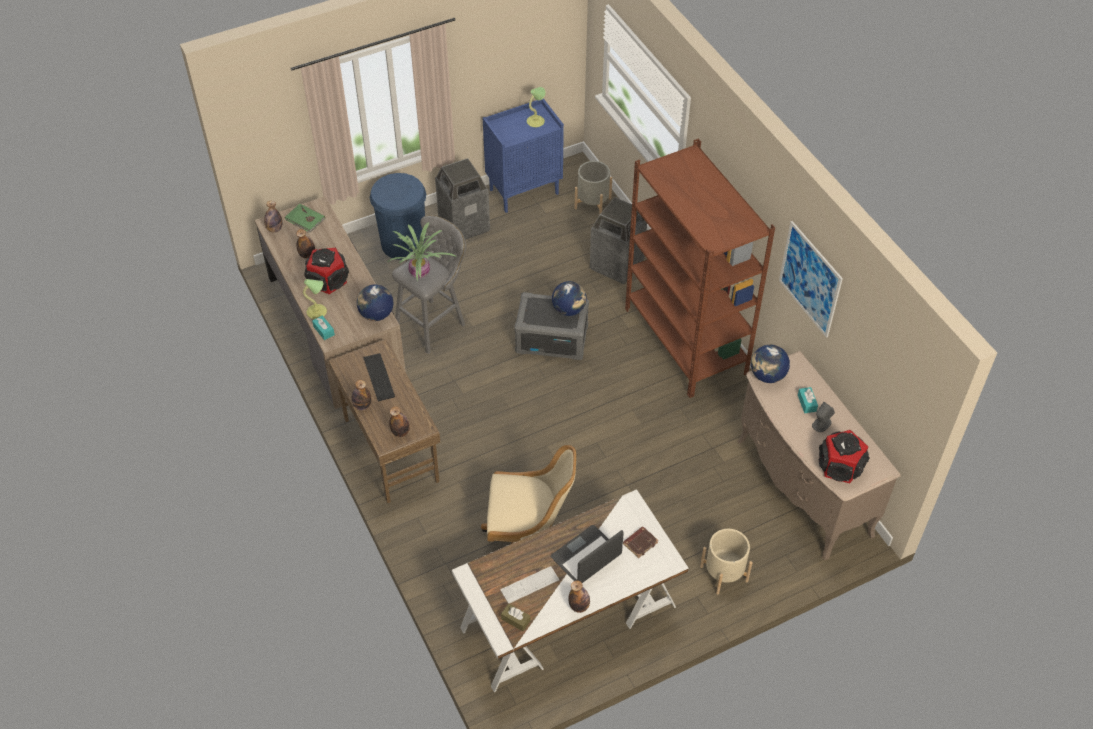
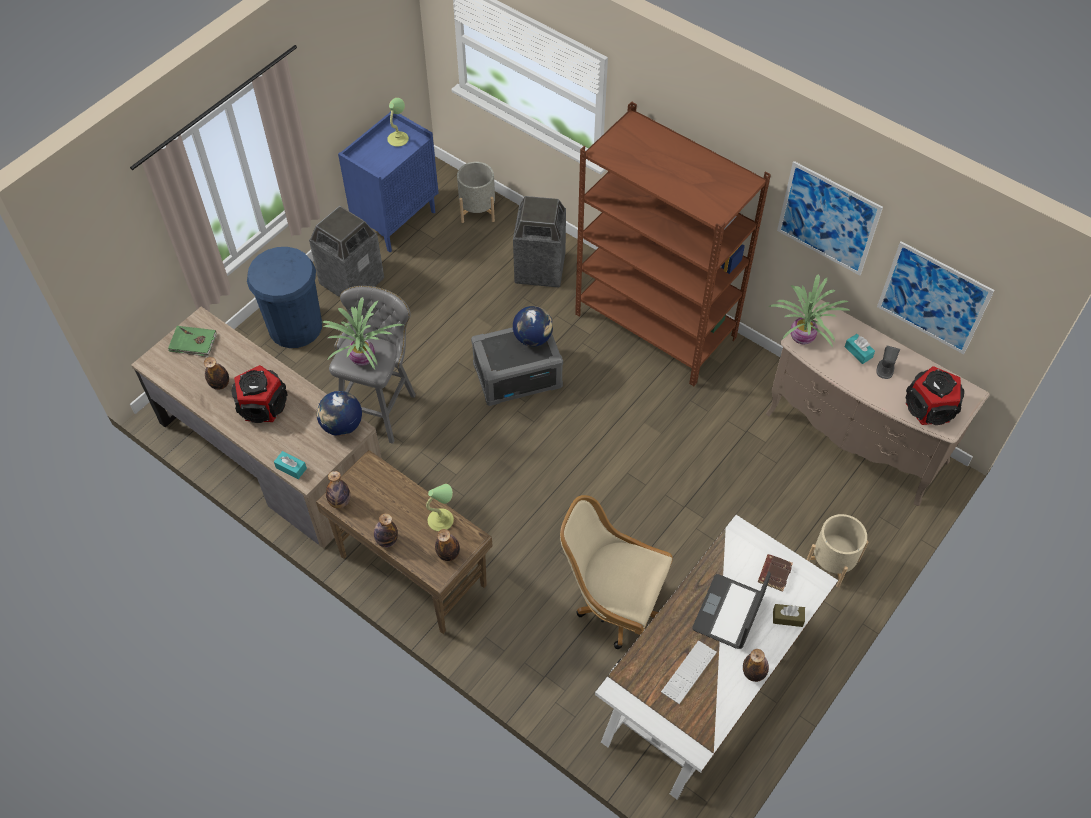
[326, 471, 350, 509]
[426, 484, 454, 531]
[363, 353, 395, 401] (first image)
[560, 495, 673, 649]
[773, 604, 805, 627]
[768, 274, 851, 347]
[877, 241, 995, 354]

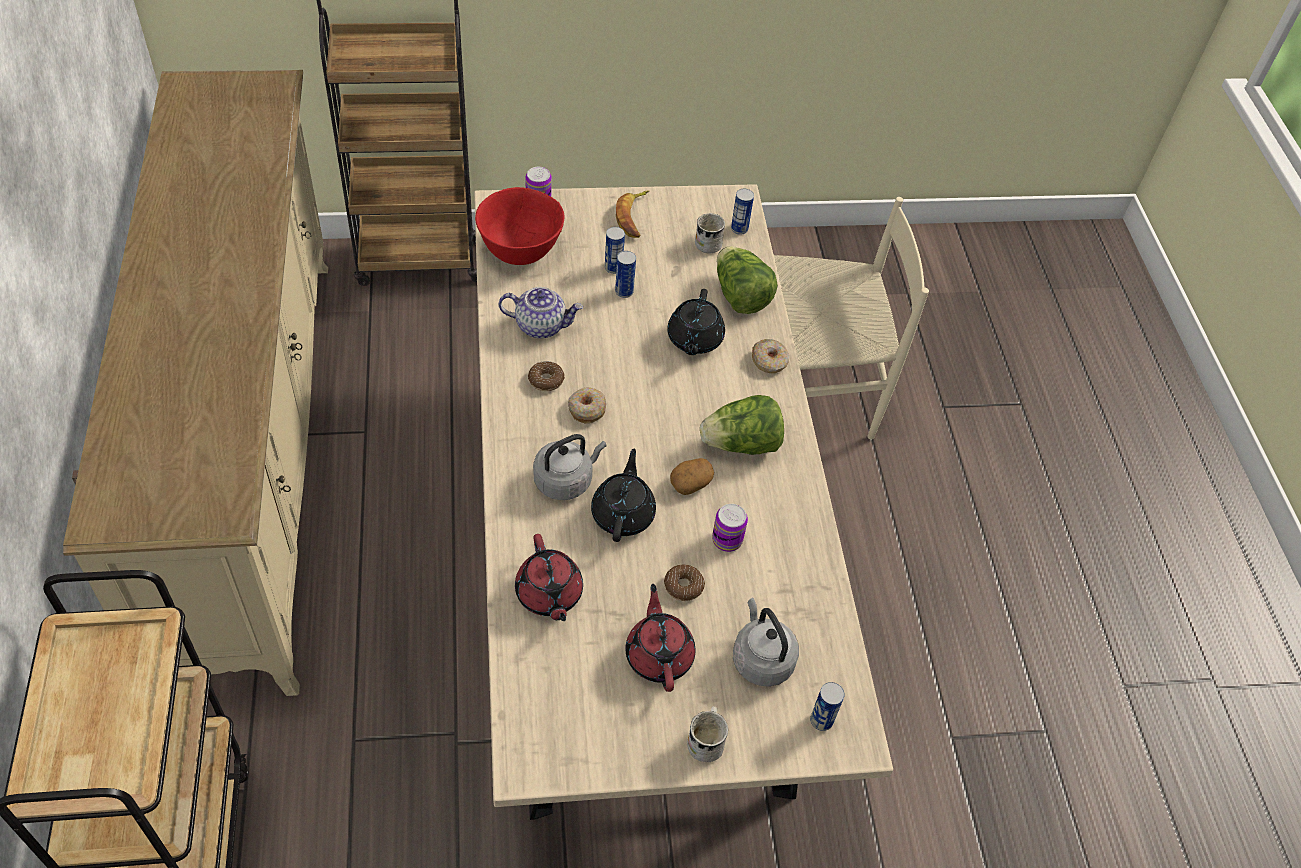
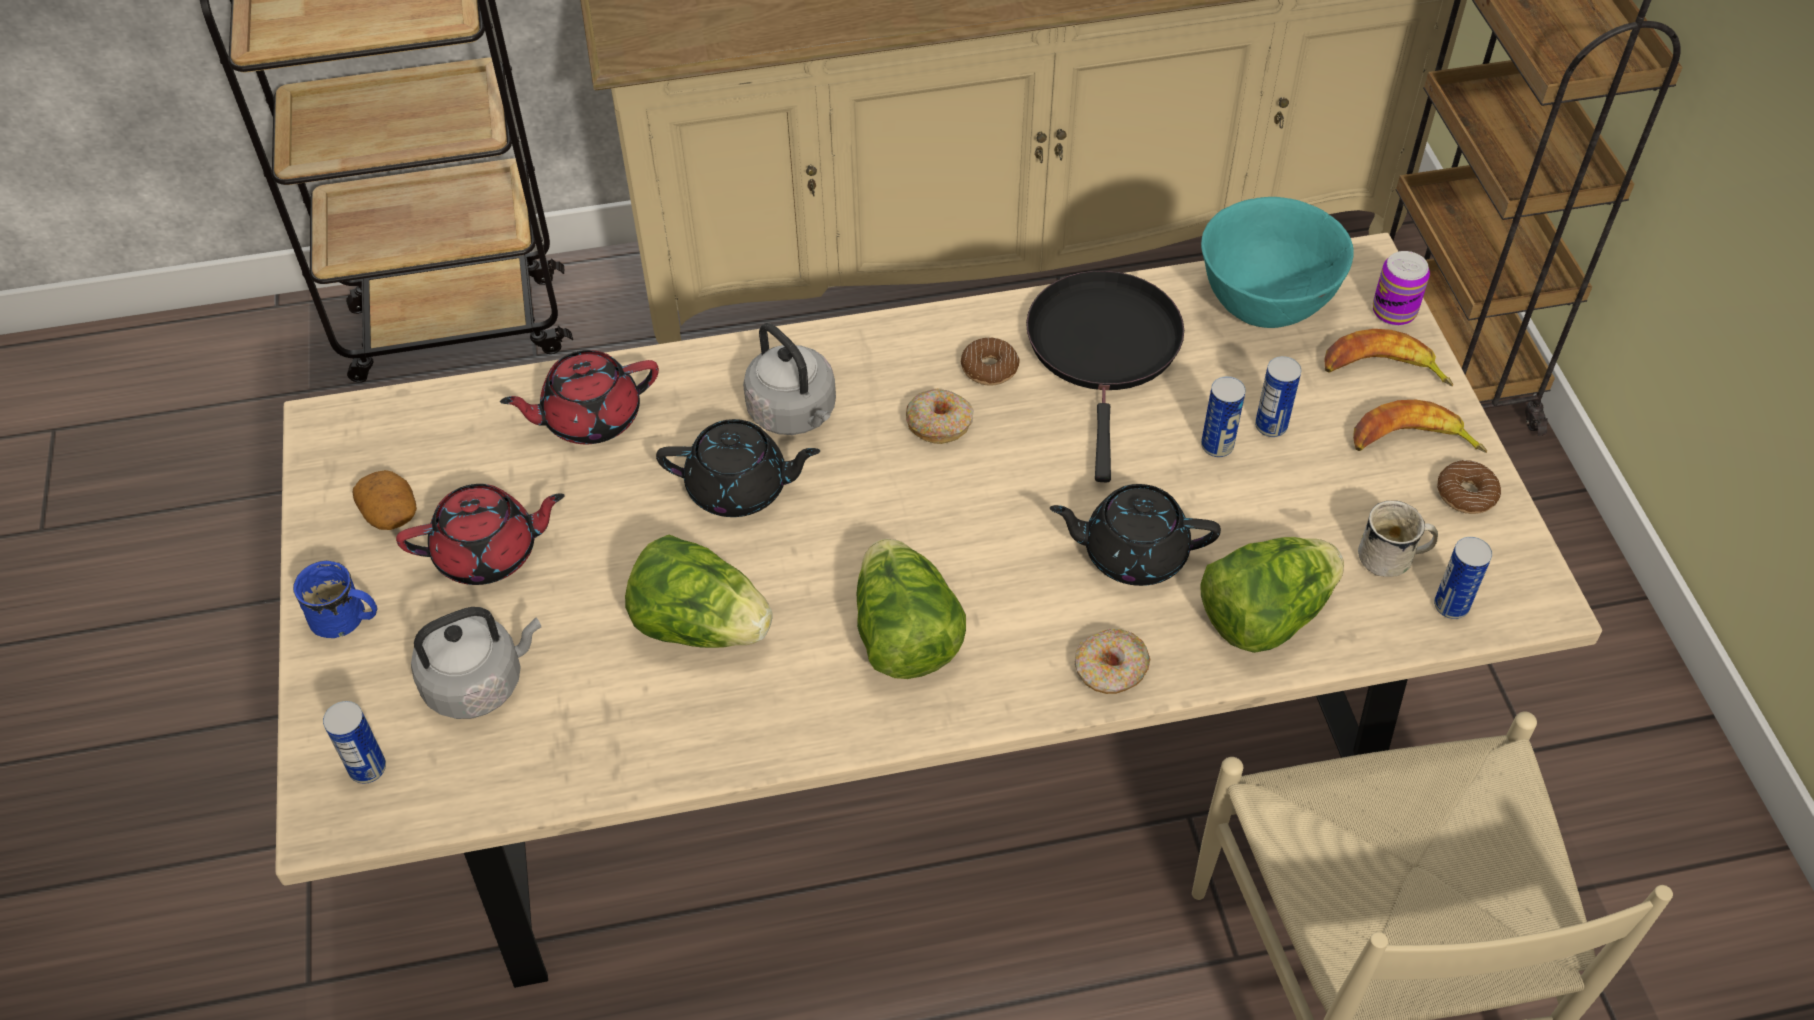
[1201, 197, 1354, 328]
[1026, 271, 1184, 482]
[1437, 460, 1501, 514]
[353, 470, 417, 530]
[293, 561, 377, 638]
[625, 534, 773, 648]
[1324, 329, 1453, 386]

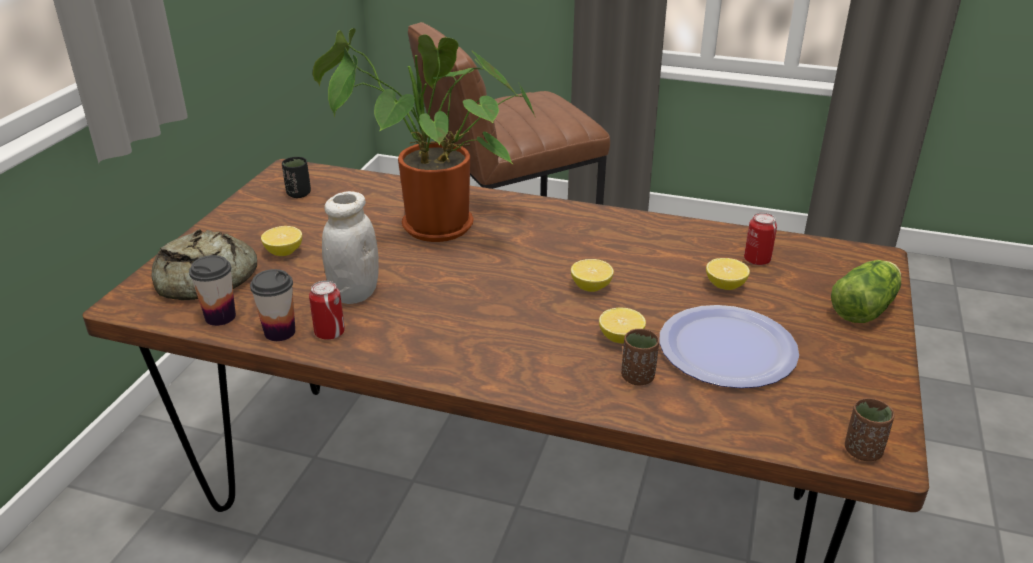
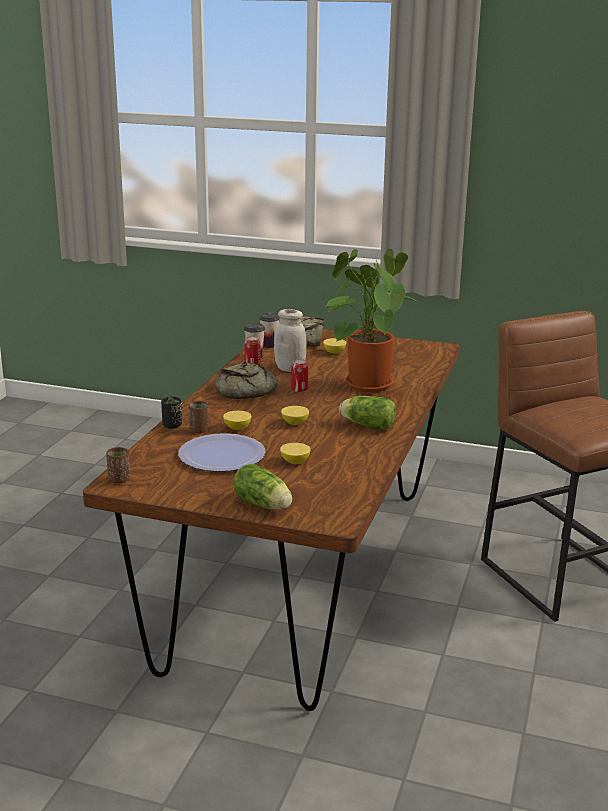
[161, 397, 182, 429]
[291, 359, 308, 393]
[215, 361, 278, 399]
[339, 396, 396, 430]

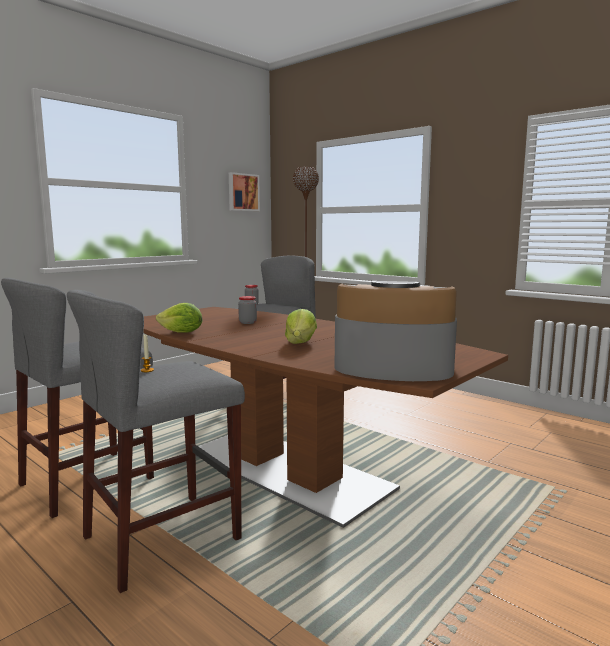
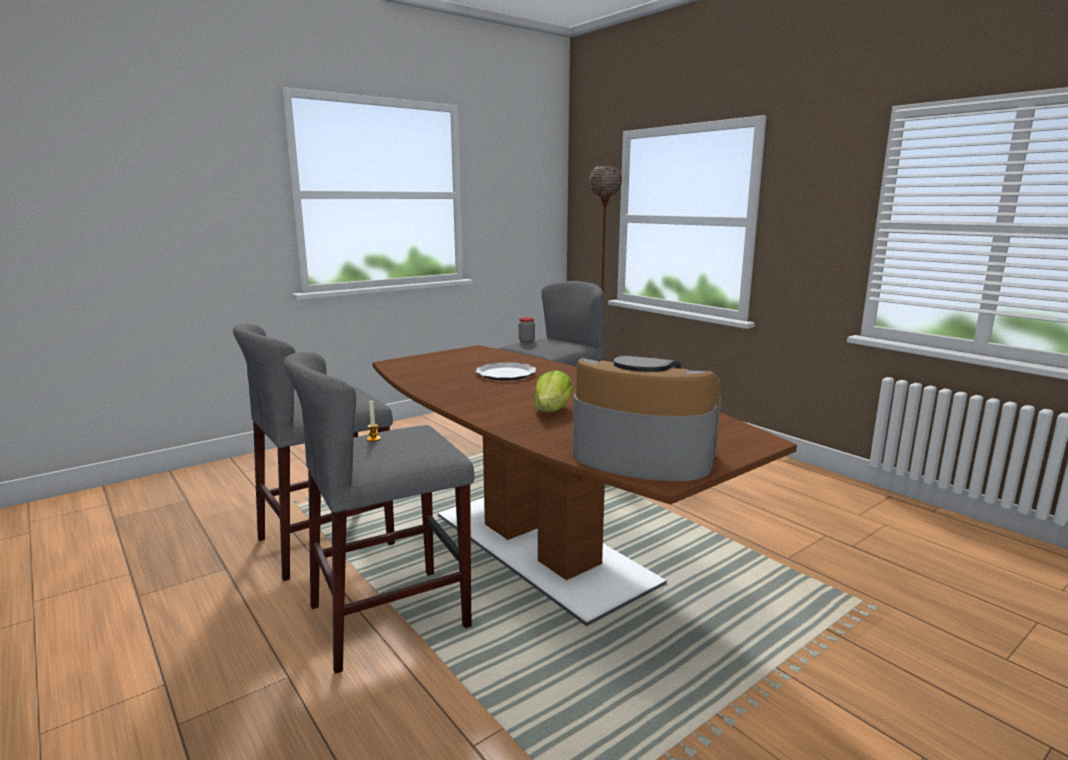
[156, 303, 202, 333] (first image)
[229, 172, 260, 211] (first image)
[476, 362, 536, 381]

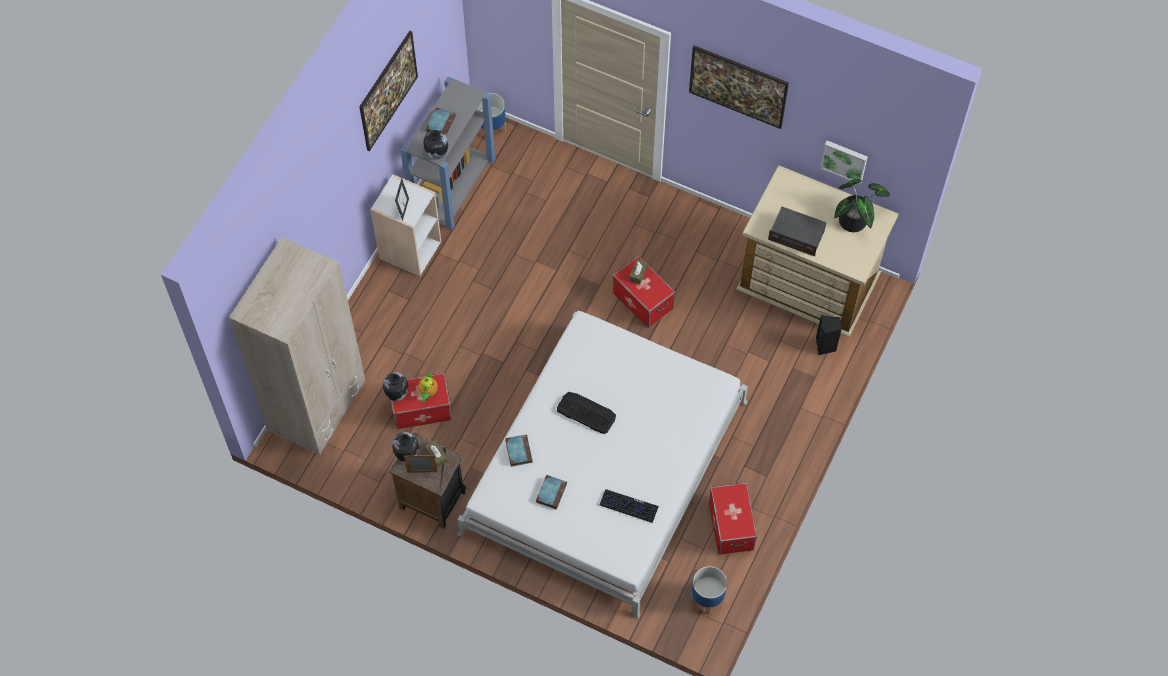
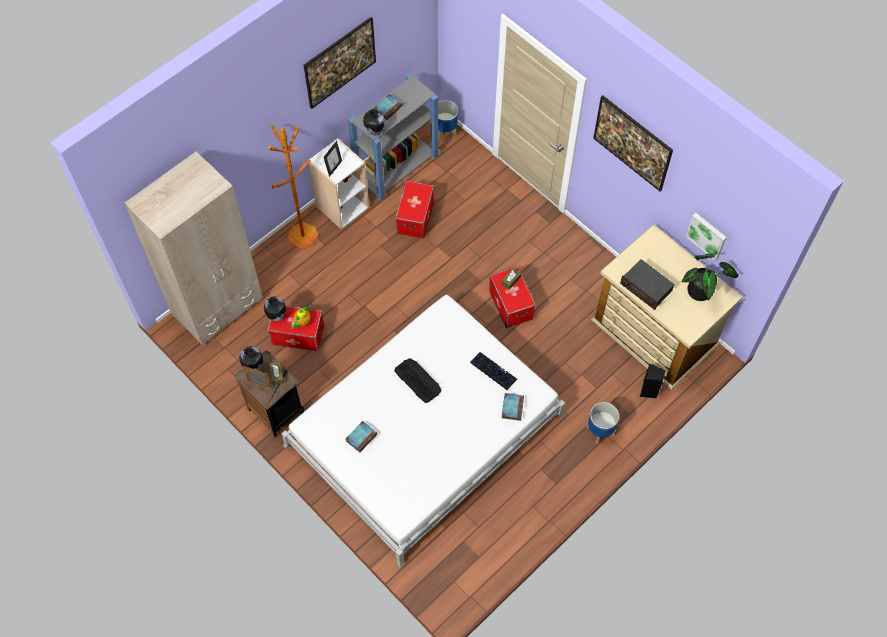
[502, 393, 524, 421]
[470, 352, 517, 391]
[586, 402, 619, 443]
[395, 181, 434, 239]
[268, 125, 318, 249]

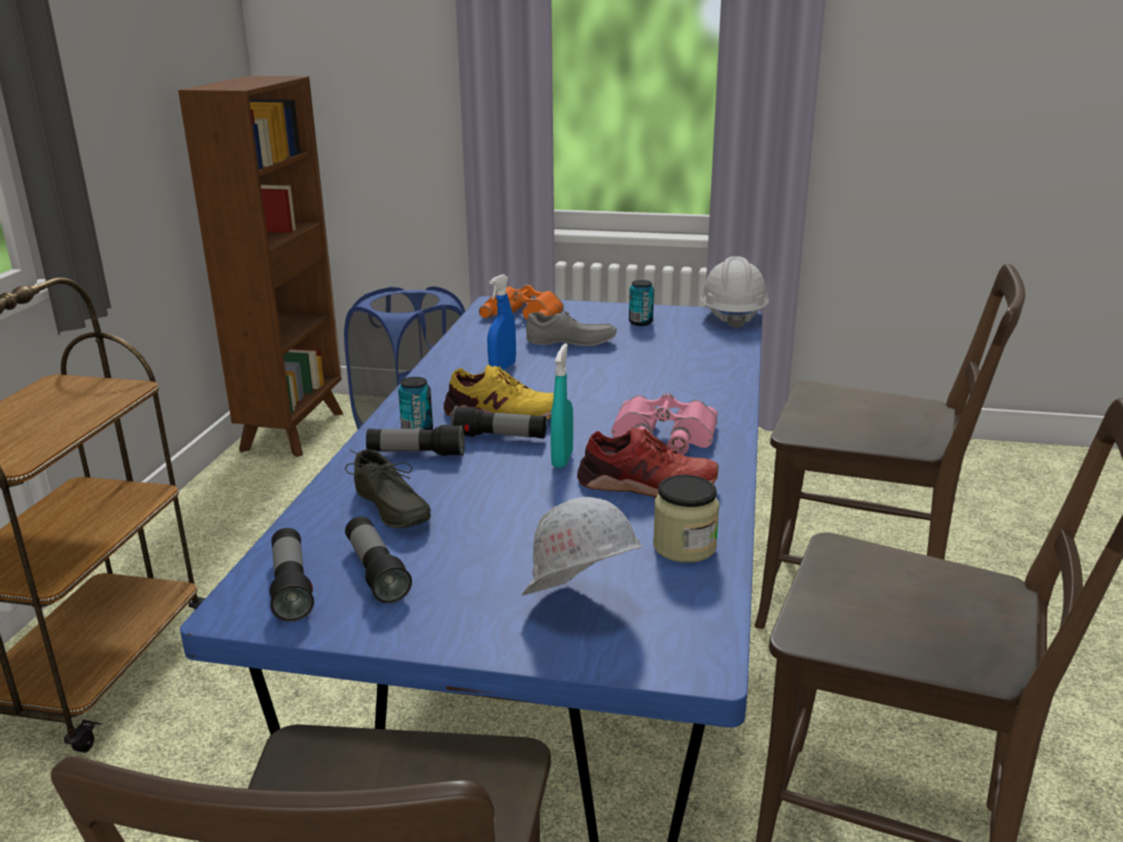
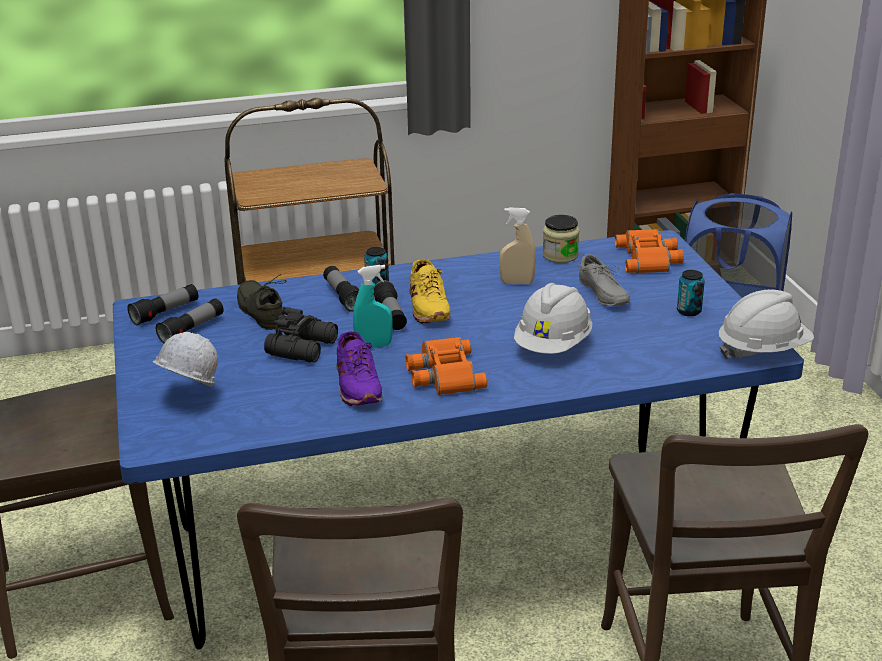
[237, 274, 286, 330]
[499, 208, 536, 284]
[336, 331, 382, 406]
[405, 337, 487, 395]
[542, 215, 580, 263]
[264, 307, 338, 363]
[514, 283, 592, 354]

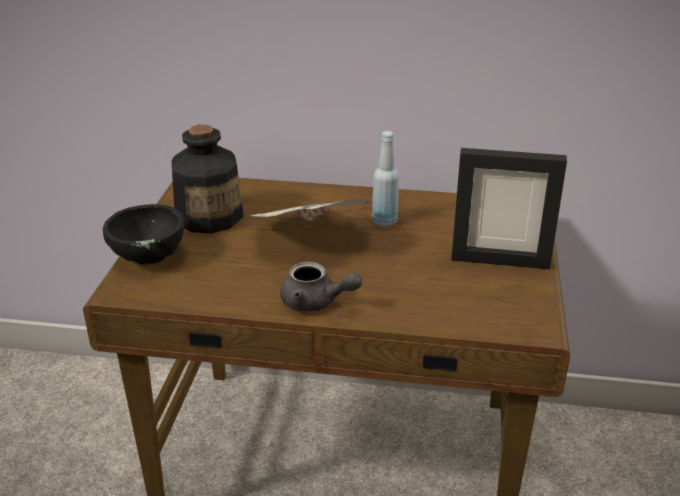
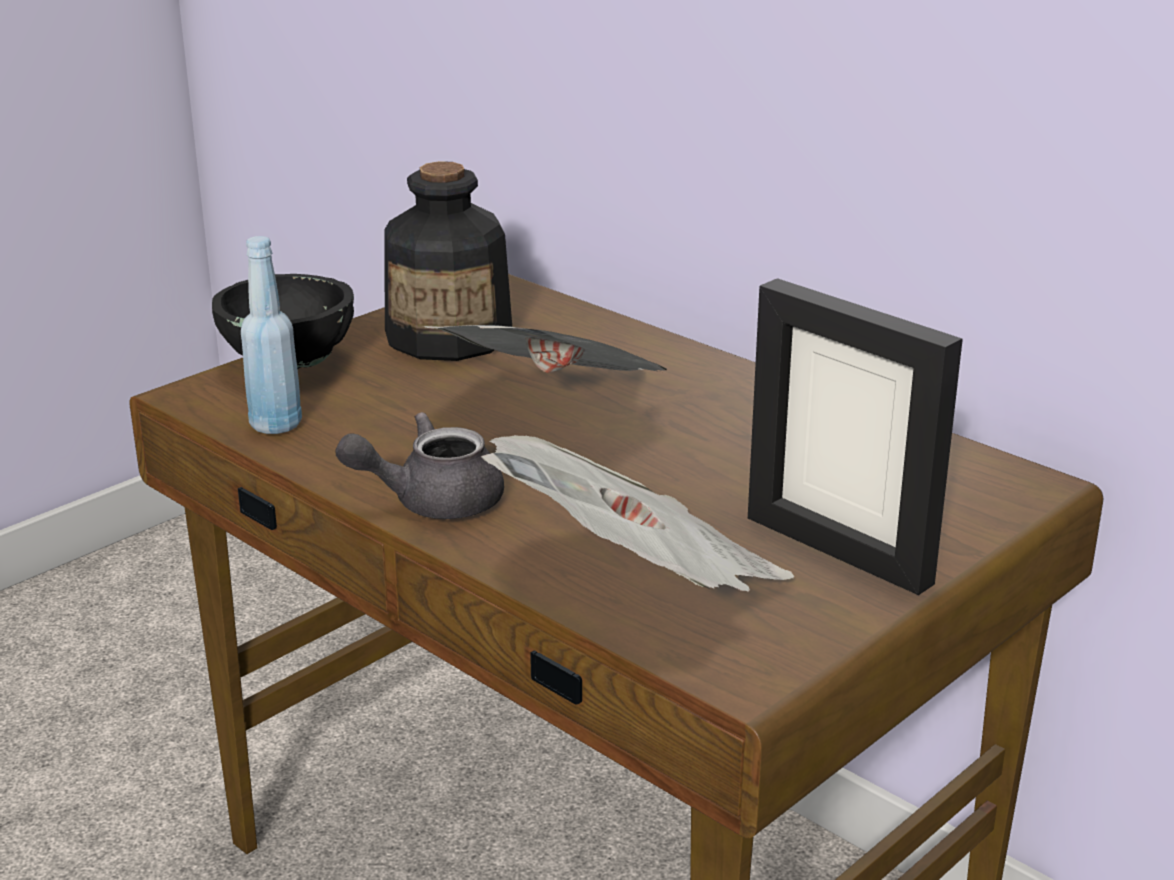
[335, 412, 504, 519]
[241, 236, 302, 434]
[481, 435, 794, 592]

